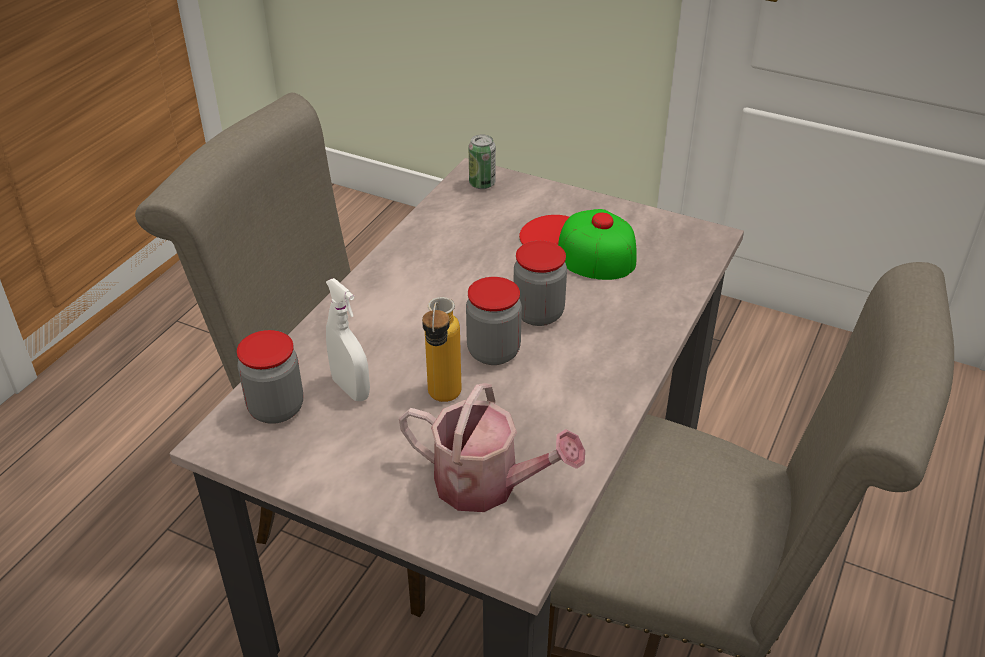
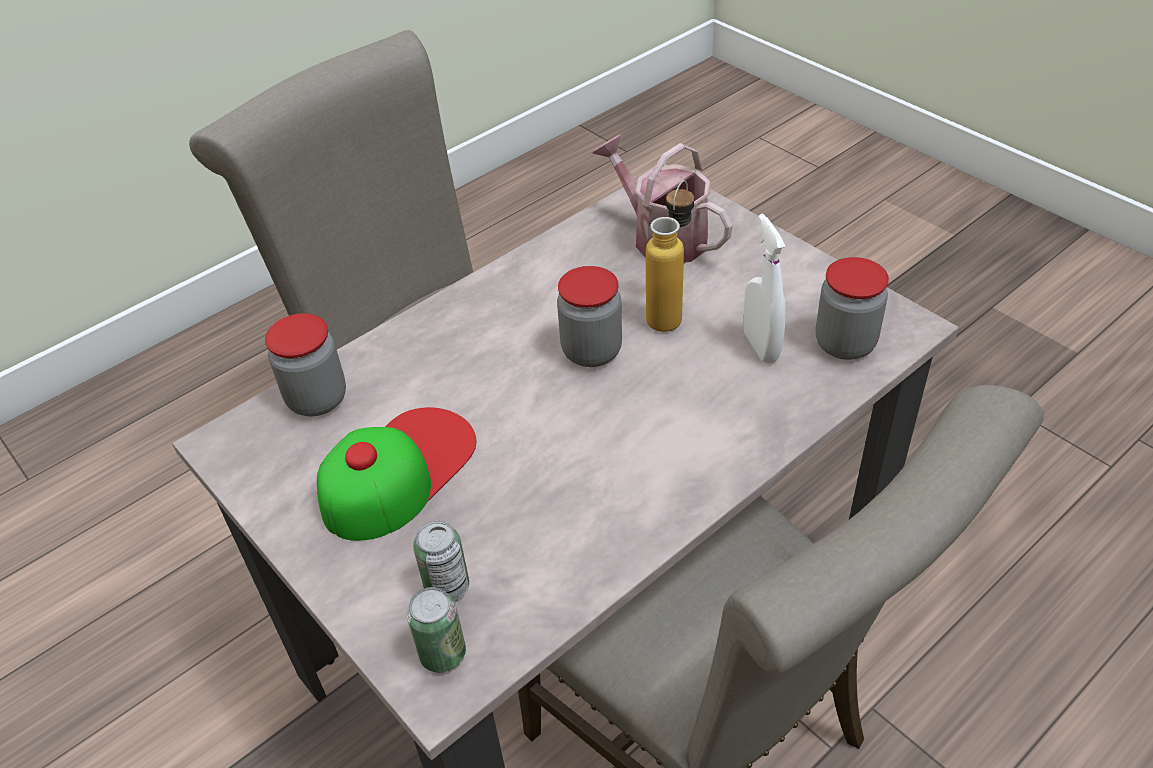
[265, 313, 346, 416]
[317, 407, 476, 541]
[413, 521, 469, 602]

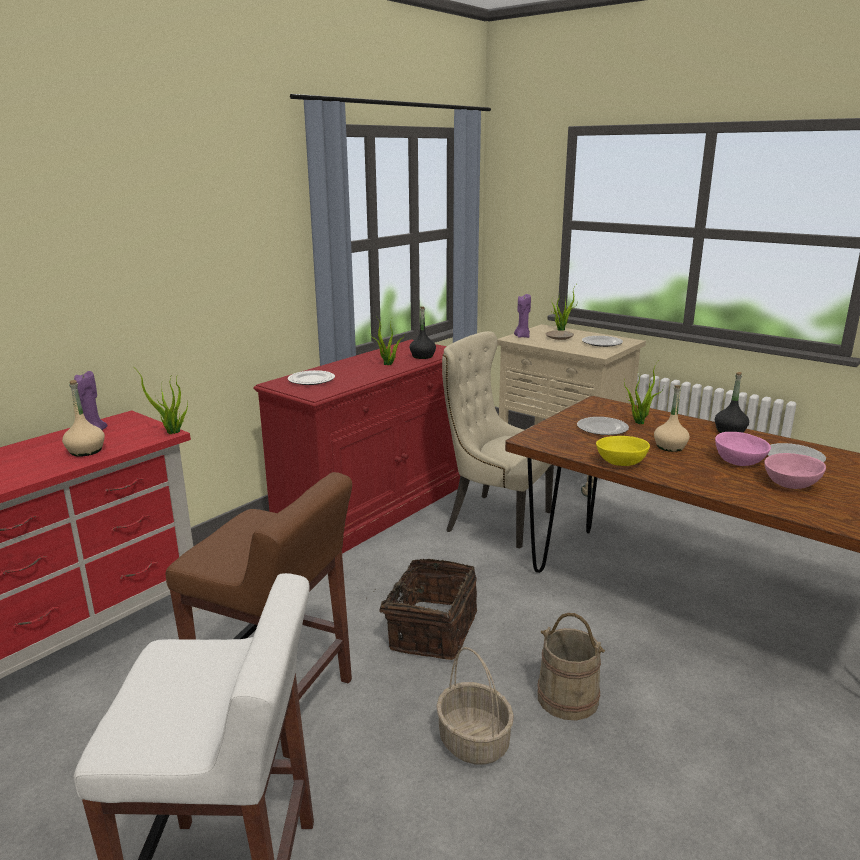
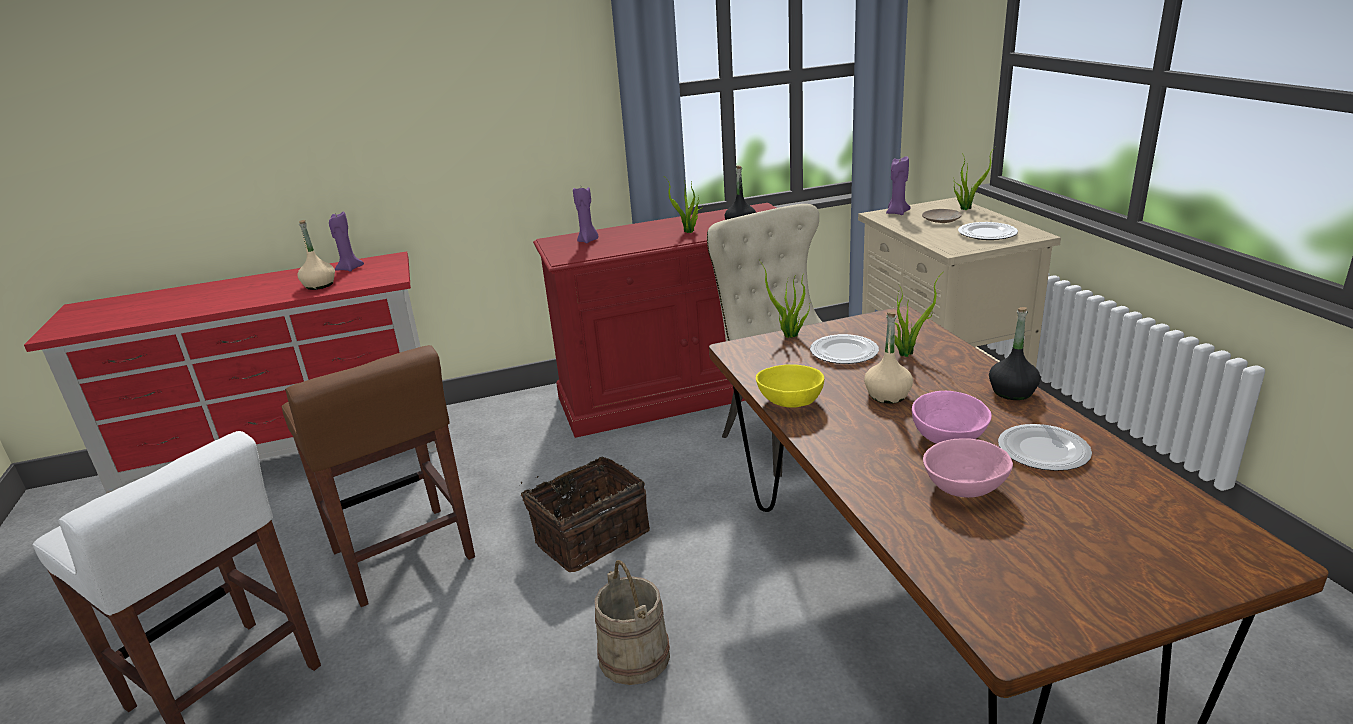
[760, 261, 810, 338]
[573, 187, 598, 243]
[436, 647, 514, 764] (first image)

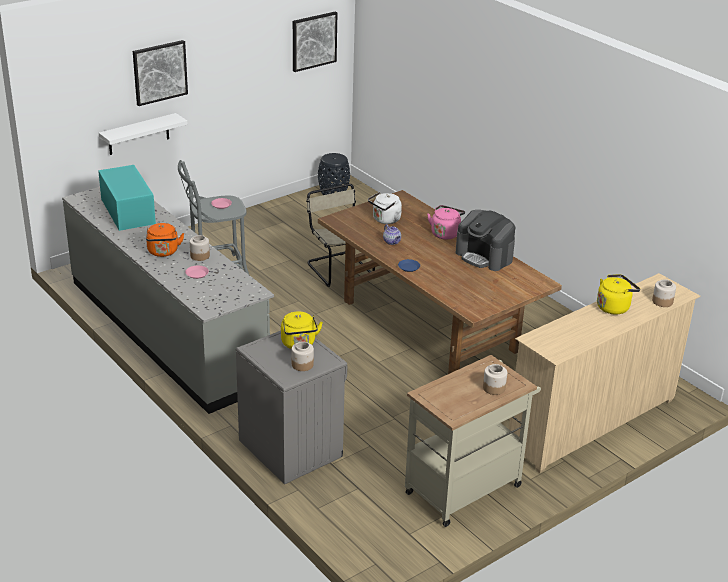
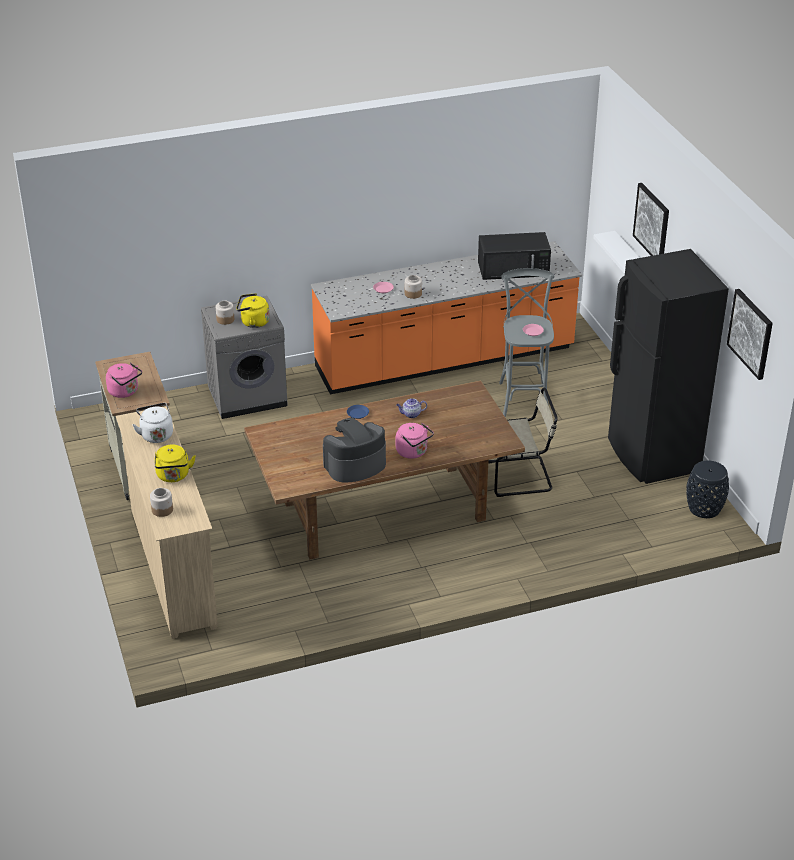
[311, 241, 582, 394]
[478, 232, 551, 280]
[146, 223, 184, 257] (first image)
[132, 403, 173, 443]
[106, 362, 142, 398]
[608, 249, 729, 484]

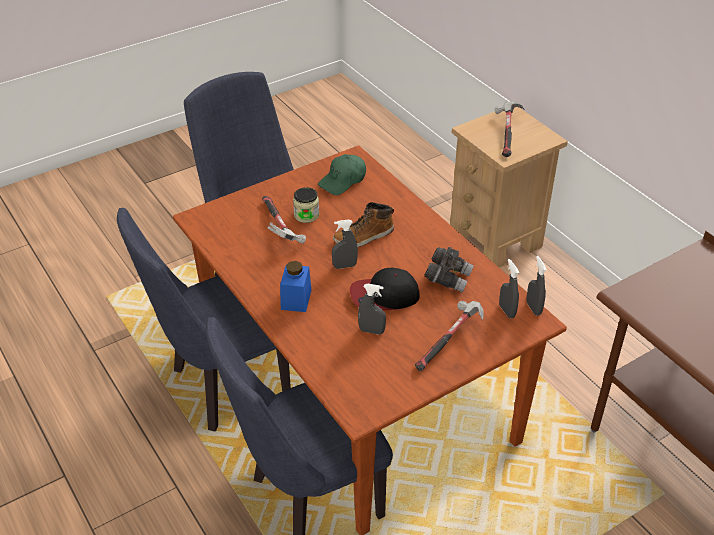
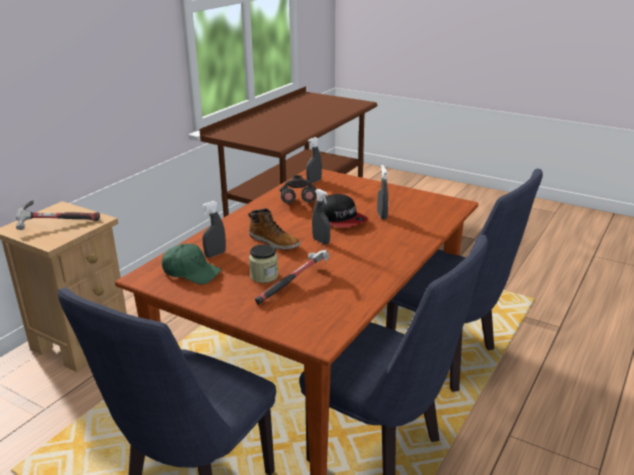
[280, 261, 311, 312] (first image)
[415, 301, 484, 371] (first image)
[202, 201, 226, 258]

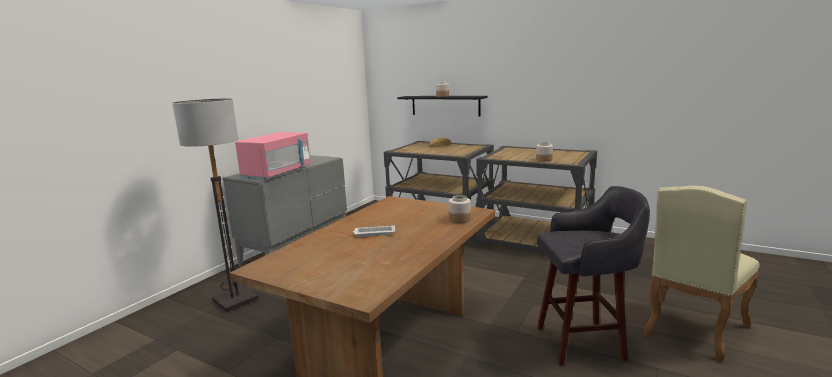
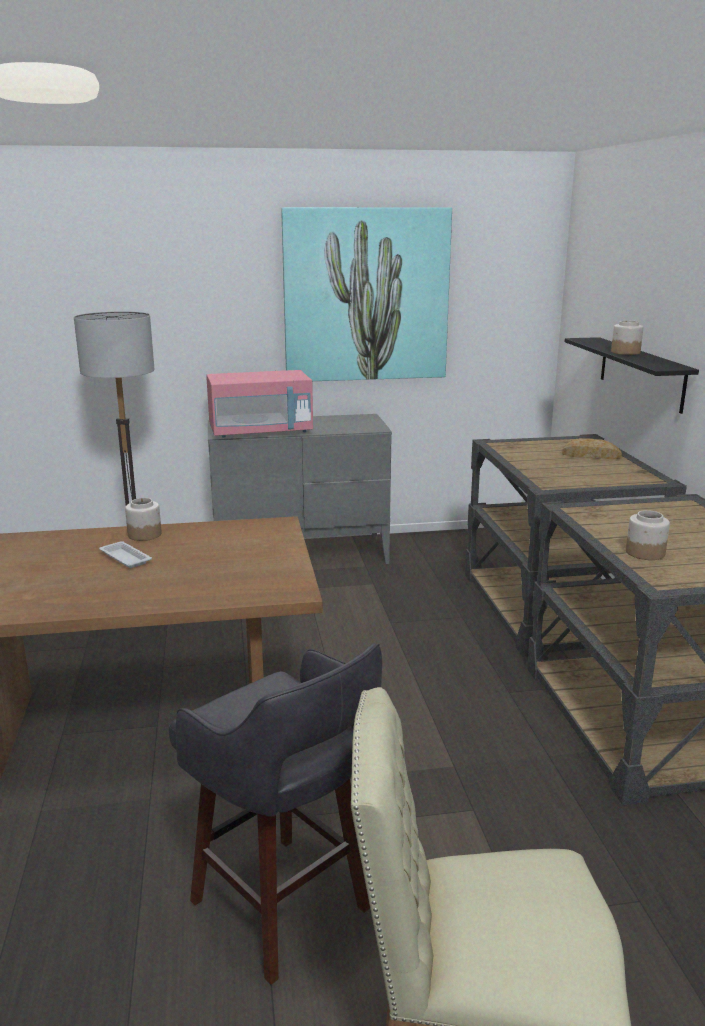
[125, 498, 162, 541]
[281, 207, 452, 381]

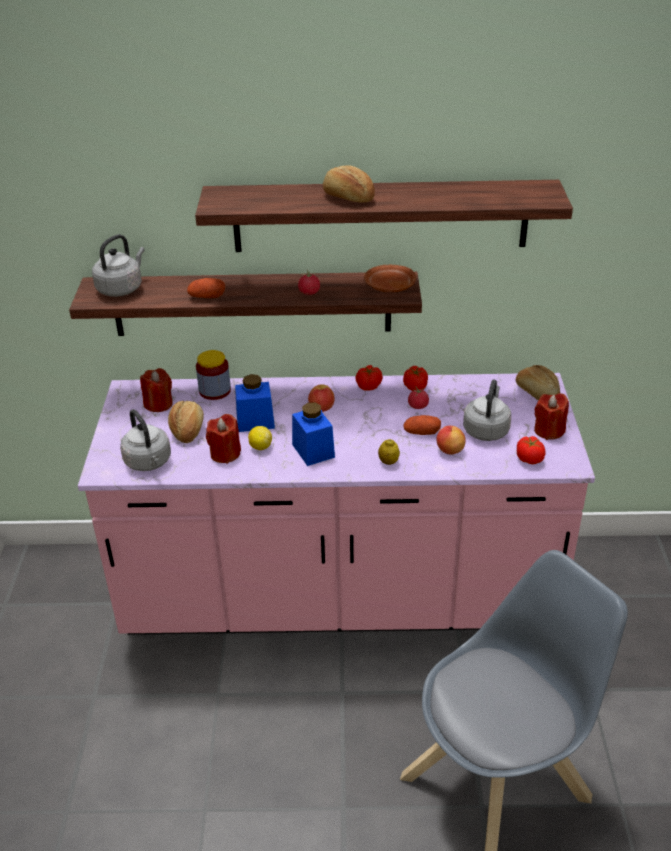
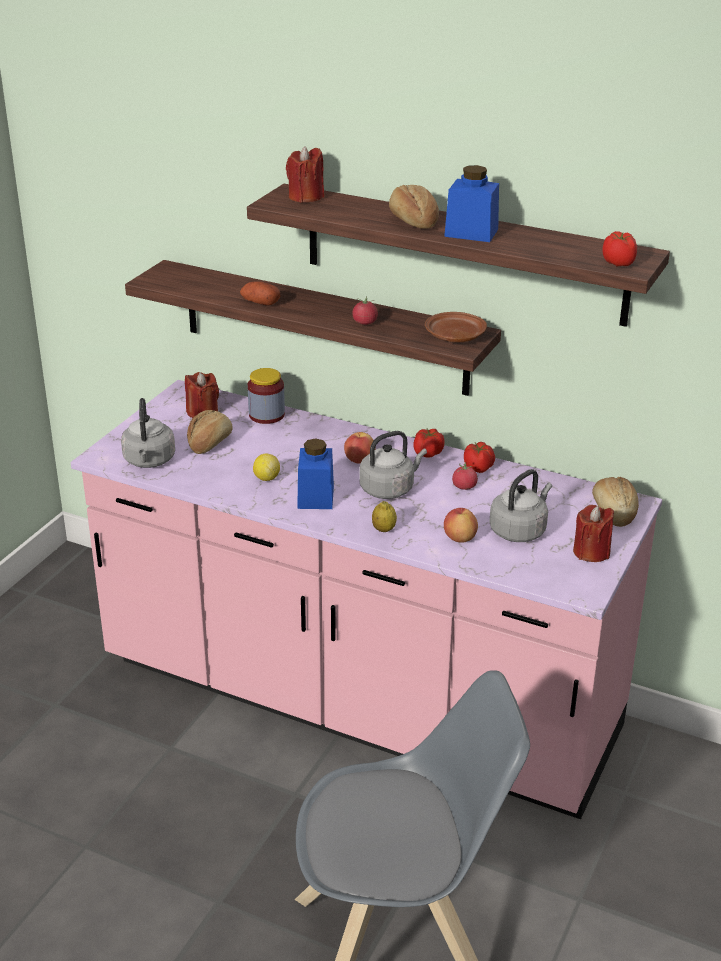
[359, 431, 427, 499]
[286, 146, 324, 203]
[444, 165, 499, 242]
[403, 415, 441, 435] (first image)
[602, 231, 637, 266]

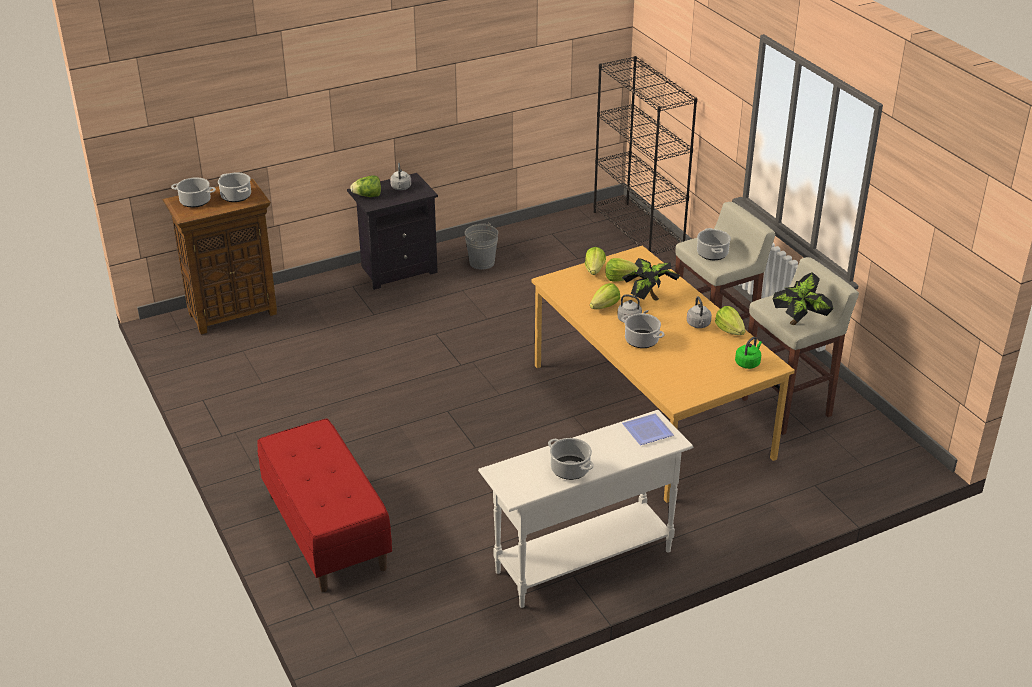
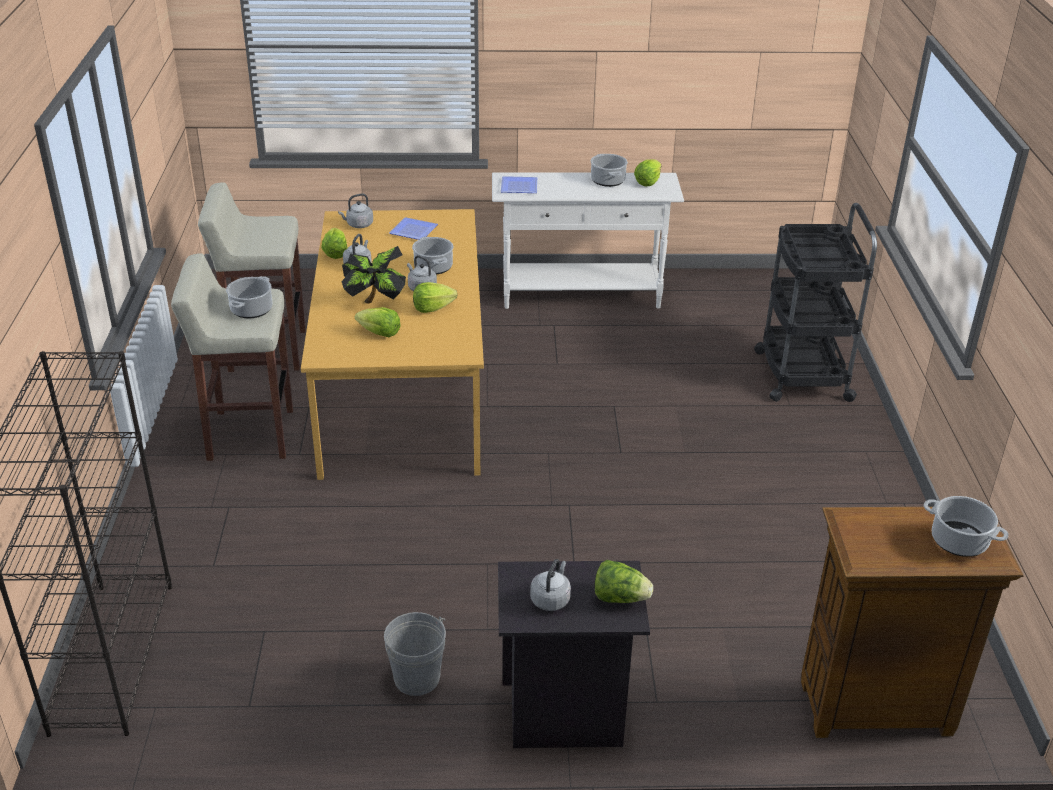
[218, 173, 251, 202] (first image)
[754, 203, 877, 402]
[634, 159, 662, 187]
[338, 194, 373, 228]
[773, 272, 834, 325] (first image)
[389, 217, 438, 240]

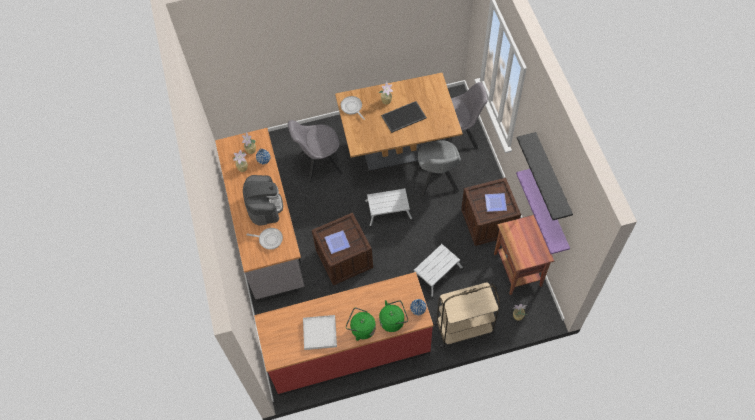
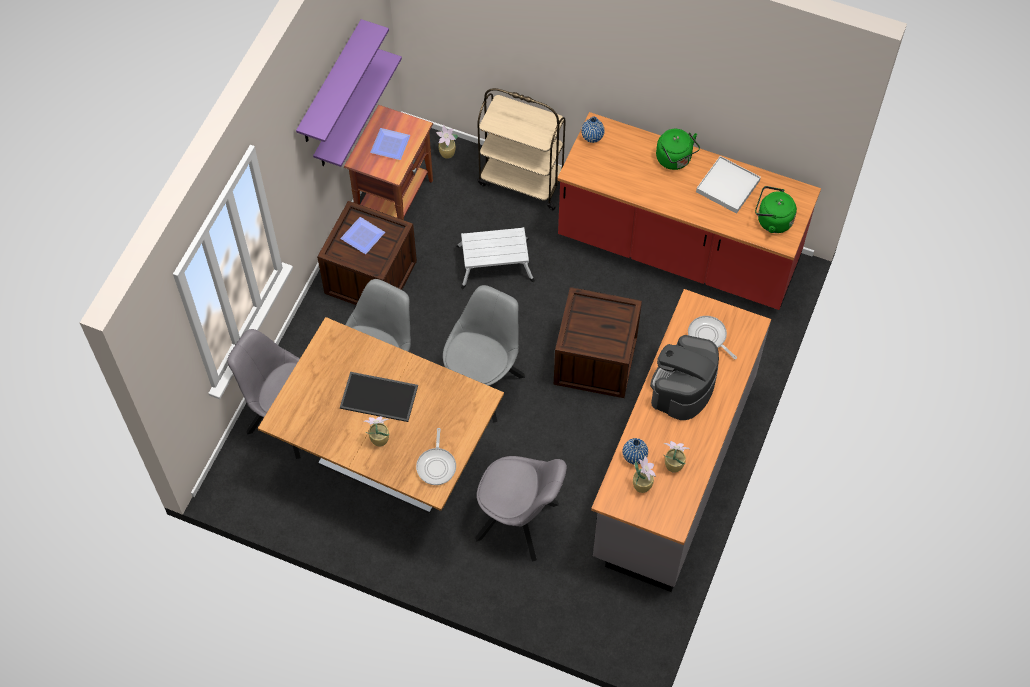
[370, 128, 410, 160]
[443, 285, 525, 422]
[755, 186, 797, 233]
[296, 19, 389, 142]

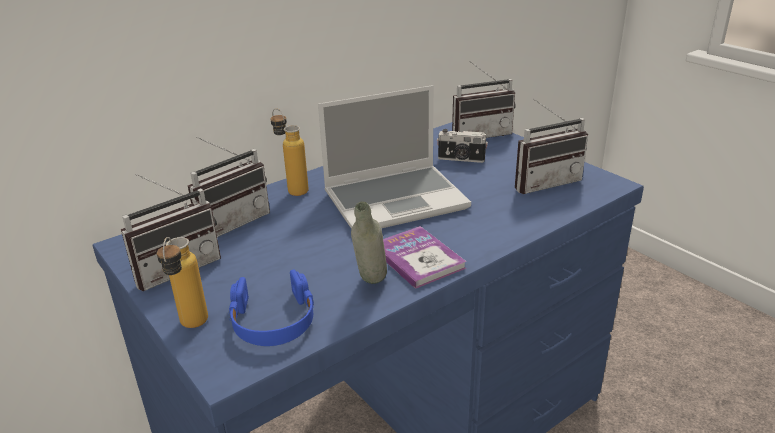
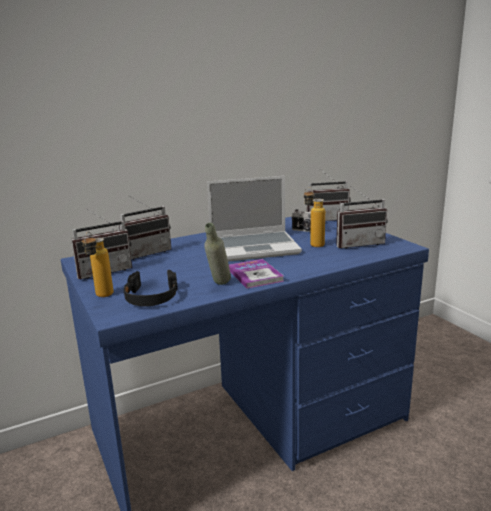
[123, 270, 178, 306]
[304, 187, 325, 247]

